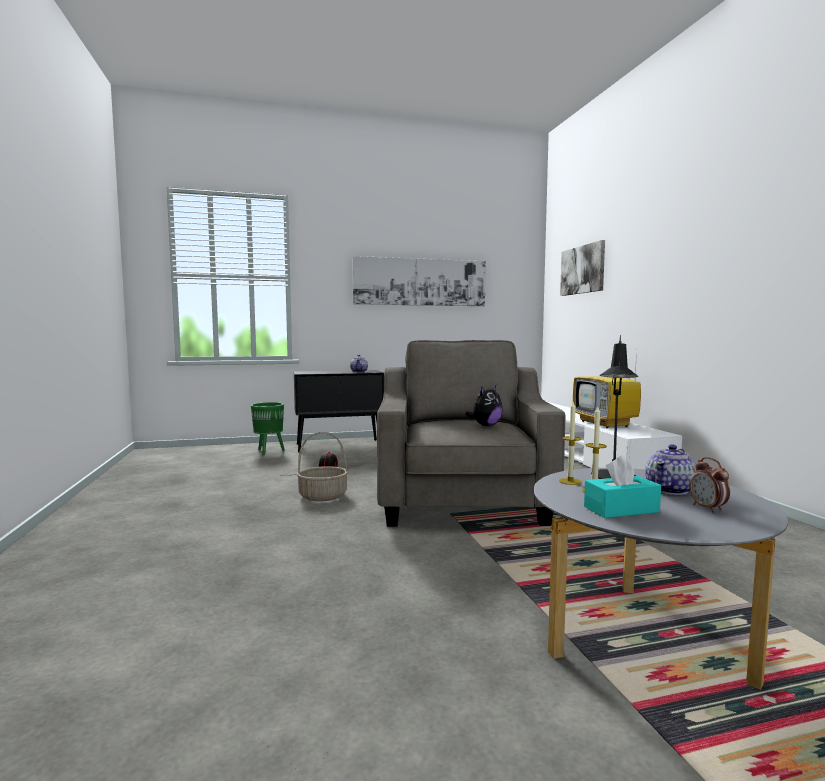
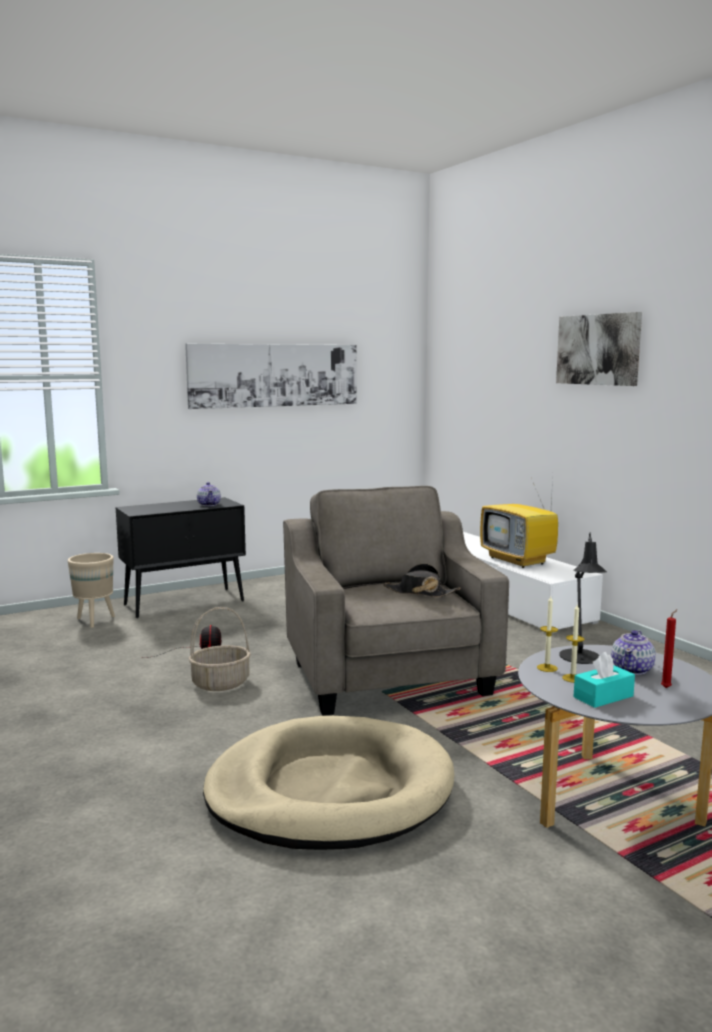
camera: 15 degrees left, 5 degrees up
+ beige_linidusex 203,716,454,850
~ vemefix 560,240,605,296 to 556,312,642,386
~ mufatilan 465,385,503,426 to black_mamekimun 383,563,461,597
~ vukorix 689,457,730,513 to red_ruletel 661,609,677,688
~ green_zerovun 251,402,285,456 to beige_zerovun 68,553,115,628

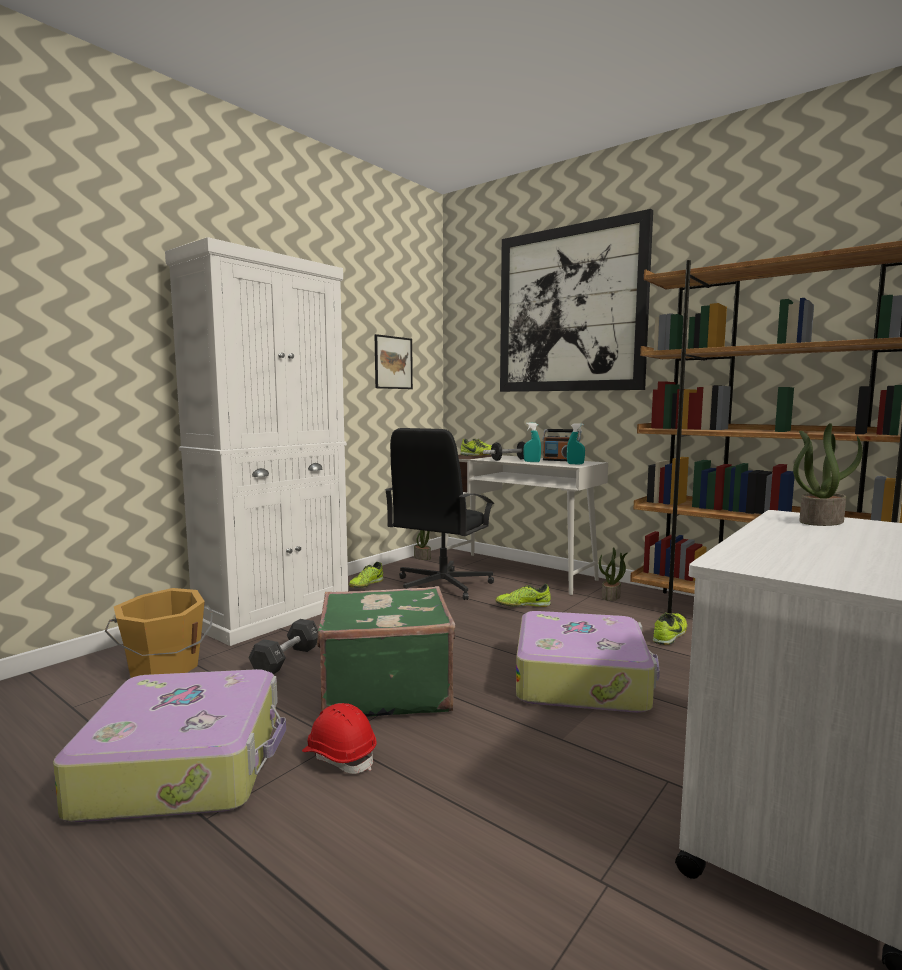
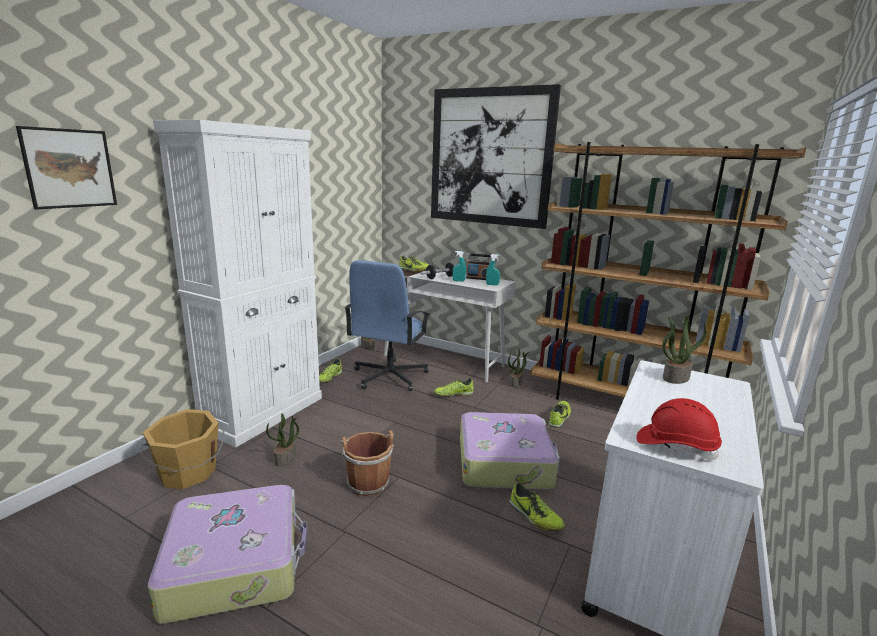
camera: 10 degrees left, 10 degrees up
+ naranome 510,482,565,532
~ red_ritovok 302,703,377,774 to 636,398,722,460
~ vemefix 375,334,413,389 to 16,126,117,210
~ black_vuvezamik 248,619,318,674 to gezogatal 266,413,299,466
~ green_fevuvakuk 317,586,455,717 to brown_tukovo 339,431,394,496
~ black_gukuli 385,428,495,600 to blue_gukuli 345,260,430,391

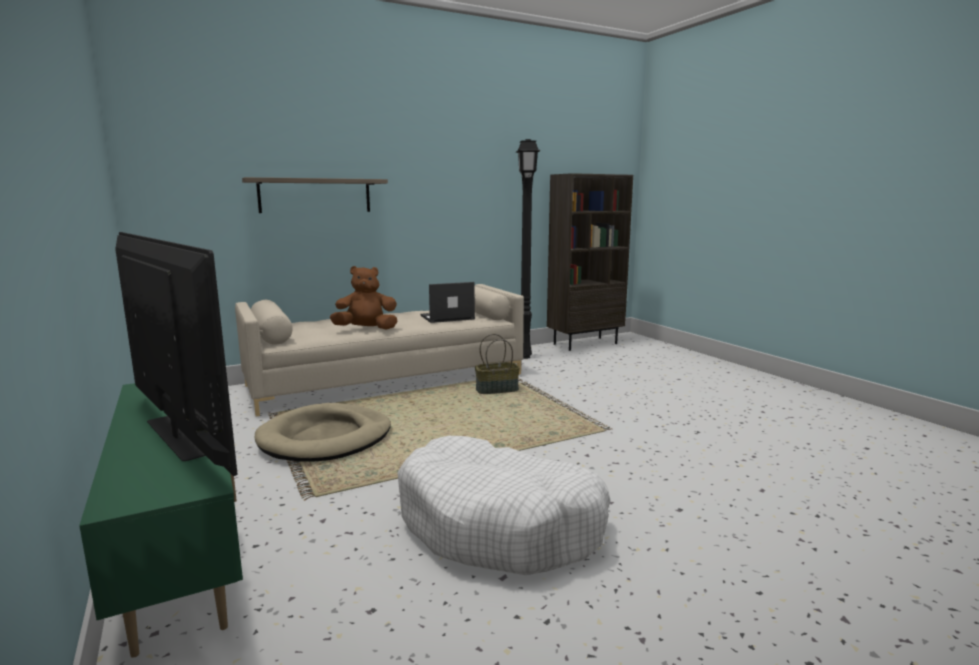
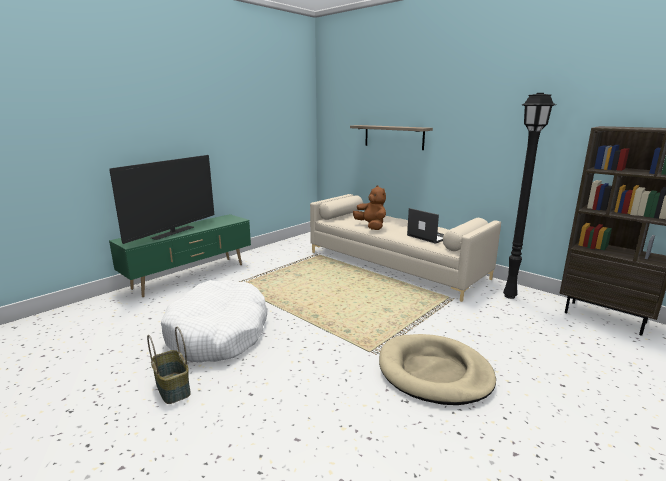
camera: 70 degrees right, 5 degrees up
~ beige_linidusex 255,403,391,462 to 379,334,496,405
~ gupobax 475,334,520,394 to 147,327,191,404

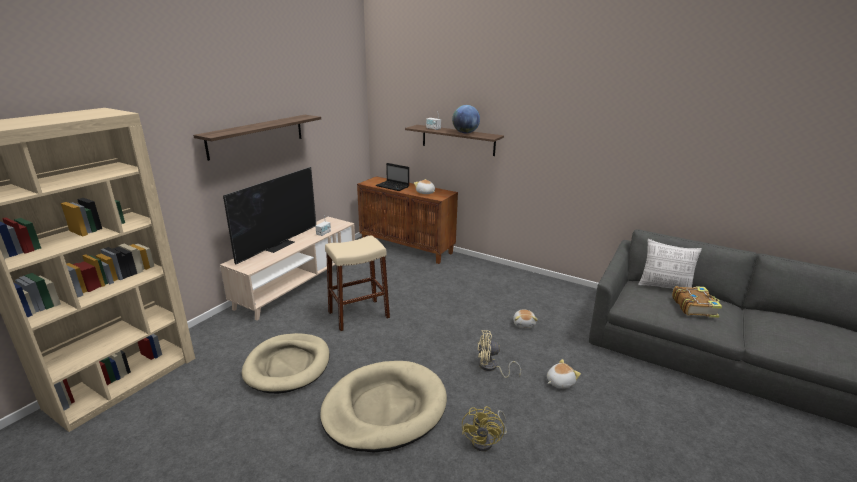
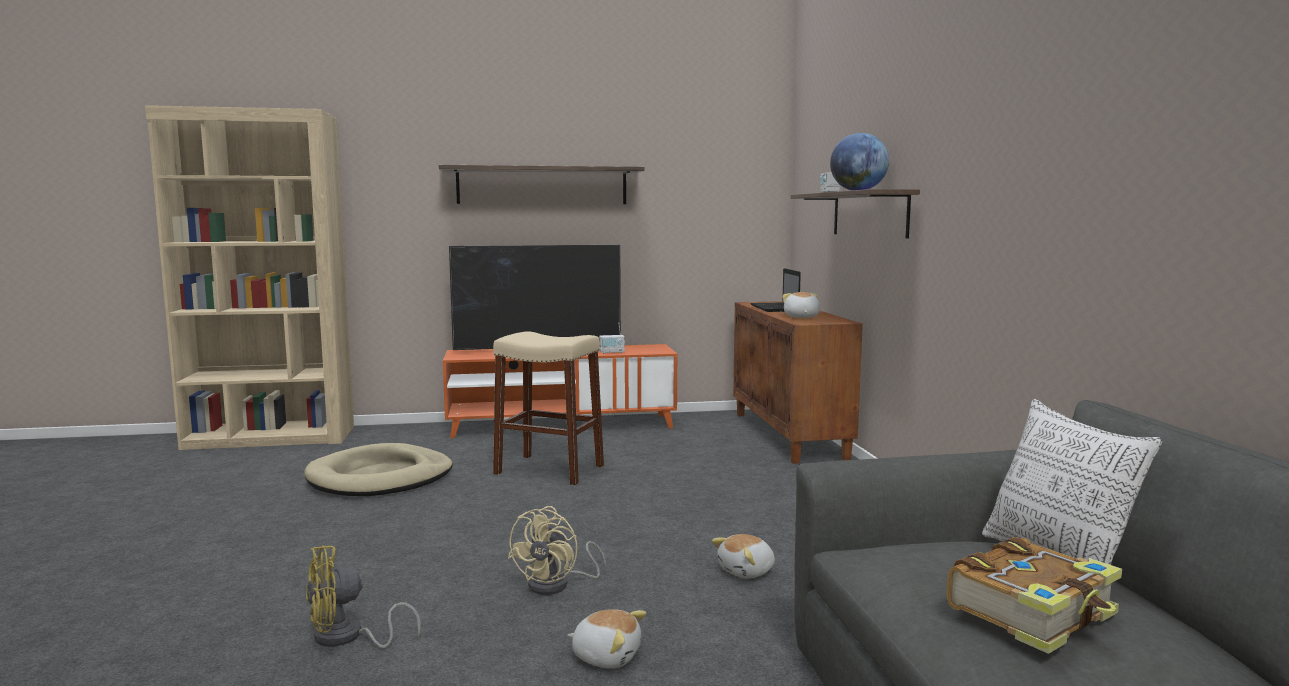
camera: 50 degrees right, 15 degrees down
- beige_linidusex 320,361,447,452
~ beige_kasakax 220,217,355,321 to orange_kasakax 443,344,677,438
~ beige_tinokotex 477,330,521,378 = 507,506,606,595 120 degrees counterclockwise

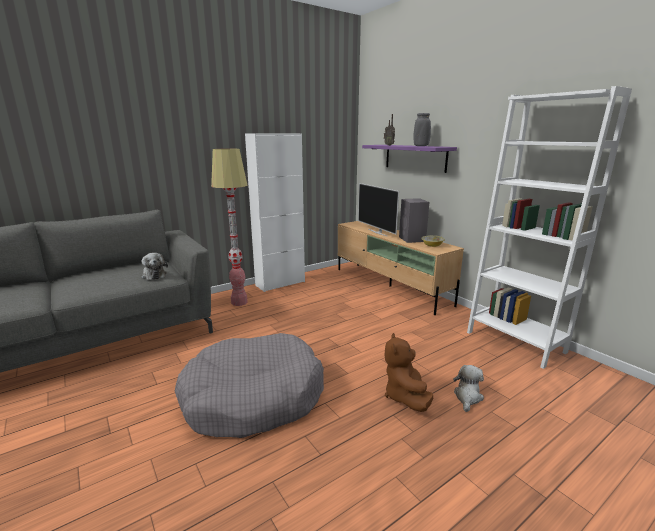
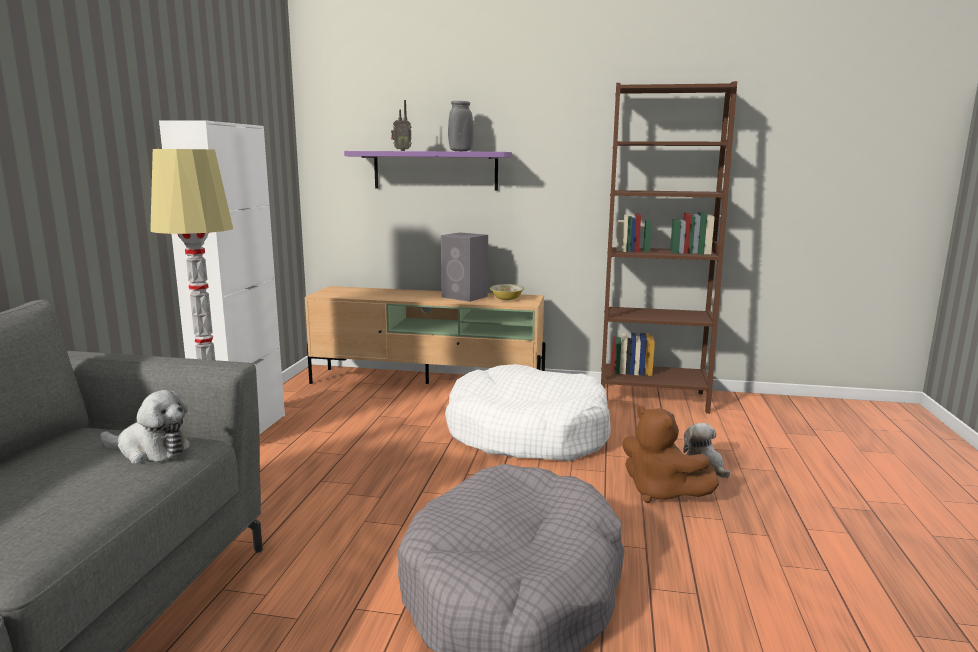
camera: 45 degrees left, 5 degrees down
- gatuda 358,183,399,237
+ white_linidusex 445,364,611,461
~ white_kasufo 467,86,632,369 to brown_kasufo 601,81,737,414

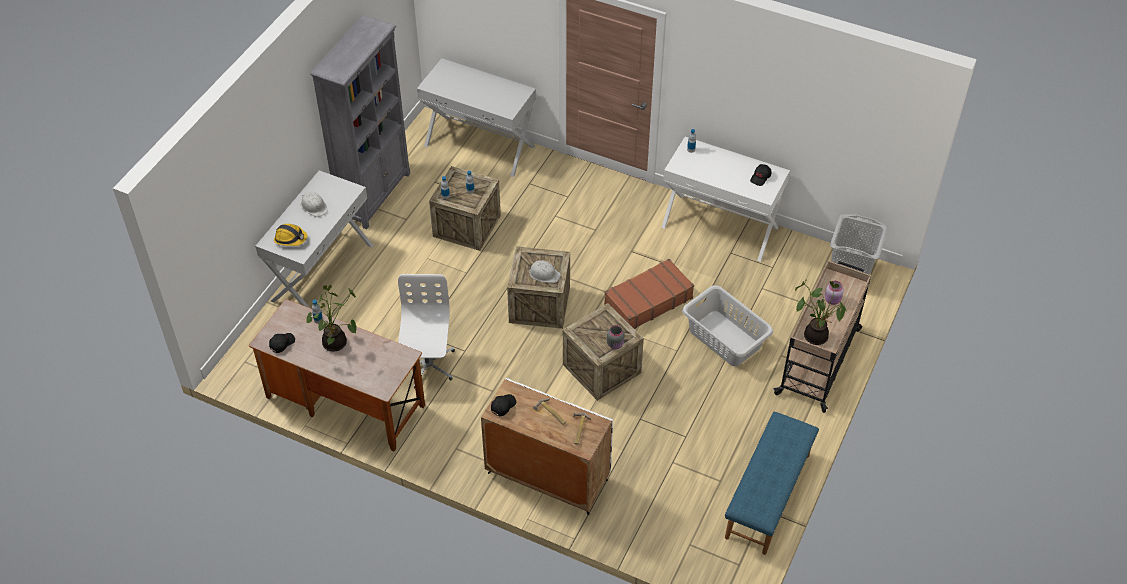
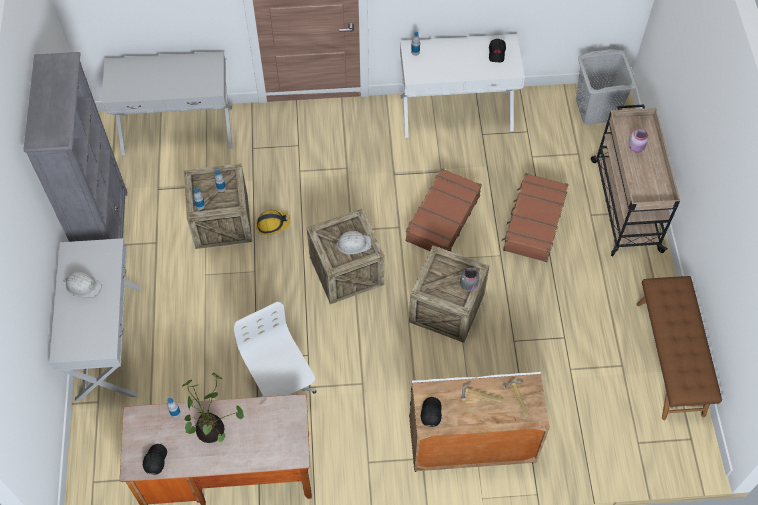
camera: 30 degrees left, 10 degrees up
- gezogatal 795,279,847,345
~ ritovok 274,224,308,246 to 256,210,290,235
~ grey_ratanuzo 682,285,773,366 to brown_fevuvakuk 502,173,569,262
~ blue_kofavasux 725,412,819,555 to brown_kofavasux 637,276,722,420

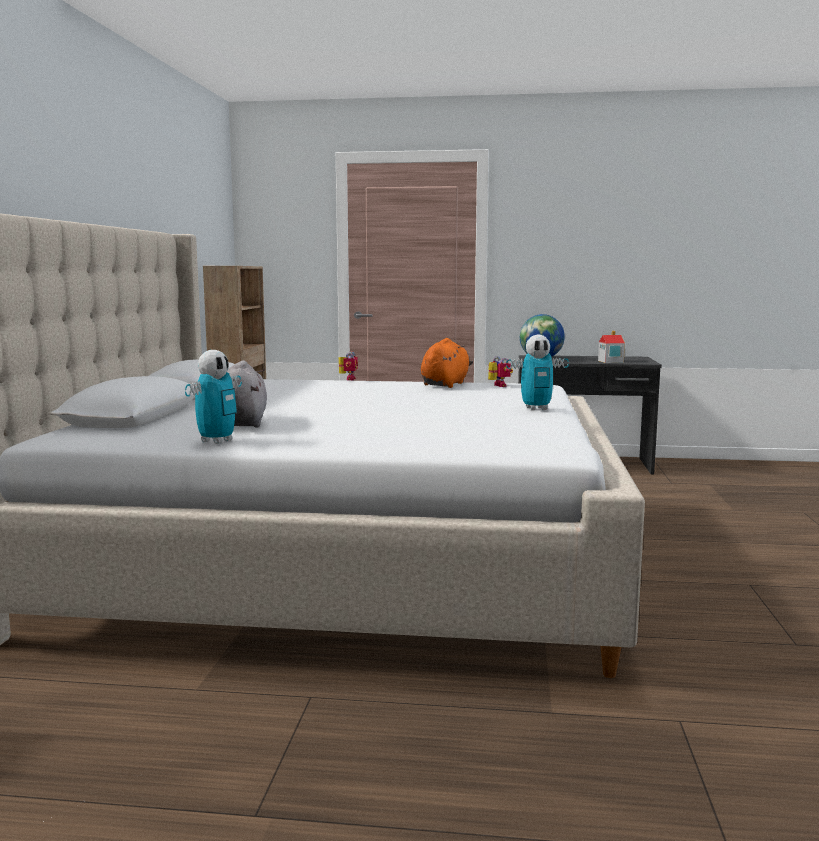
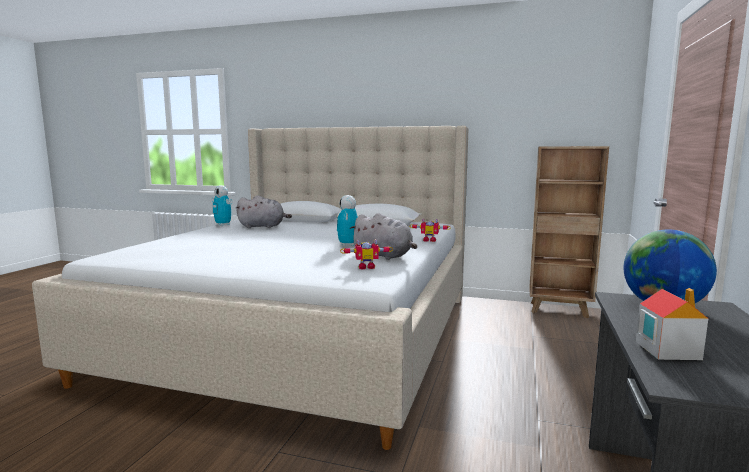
camera: 100 degrees right, 0 degrees up
~ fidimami 506,334,569,410 to 337,195,358,247
~ orange_mufatilan 421,338,473,388 to grey_mufatilan 350,213,417,260

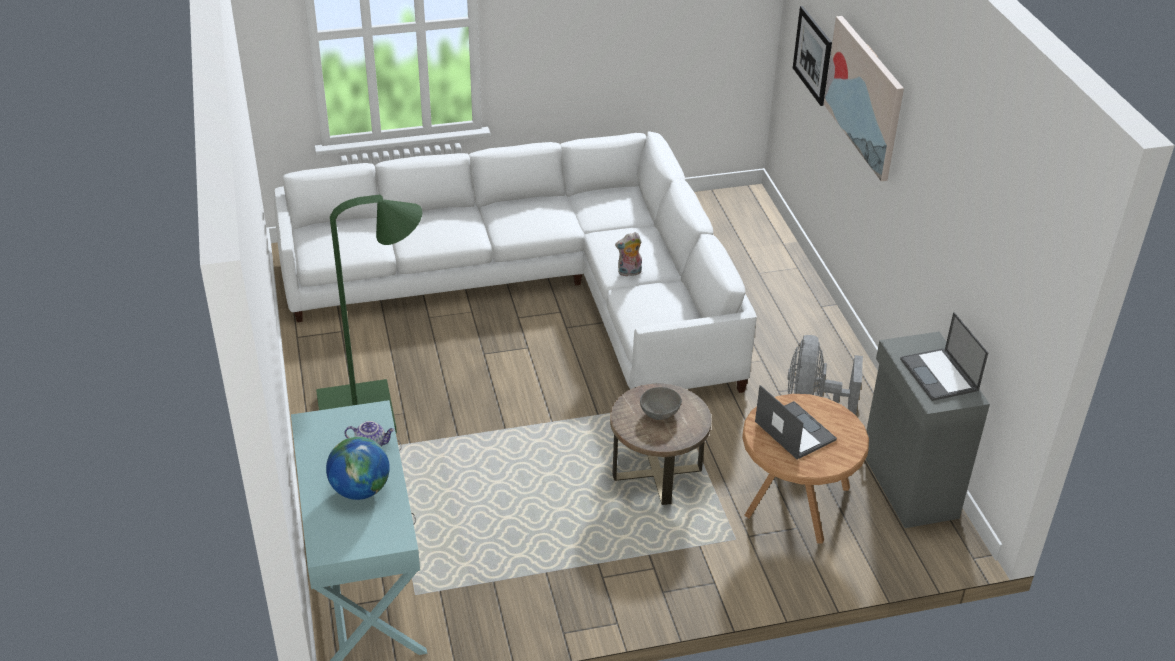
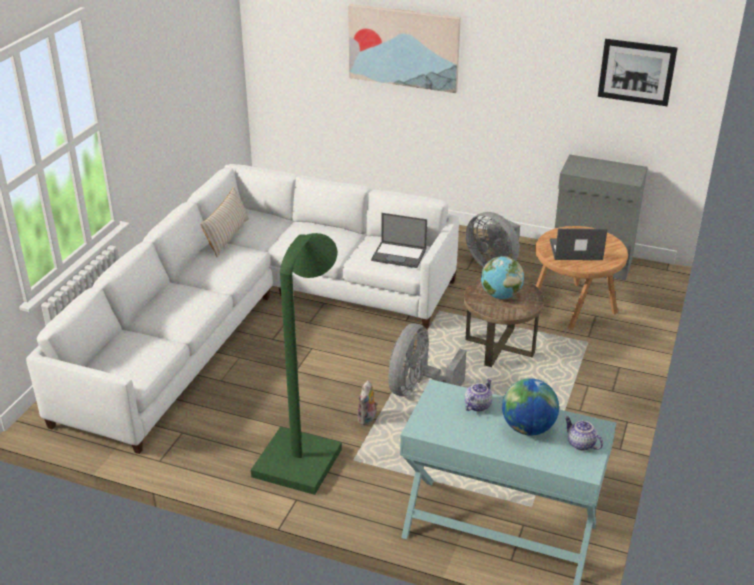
camera: 55 degrees left, 5 degrees down
+ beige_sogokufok 200,187,249,257
+ grey_tinokotex 388,323,466,397
+ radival 564,416,603,451
~ mufatilan 615,232,642,277 to 357,381,378,426
~ vemefix 793,6,832,106 to 598,39,678,106
~ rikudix 900,312,988,401 to 371,213,427,268
~ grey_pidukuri 640,387,682,420 to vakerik 481,256,524,299

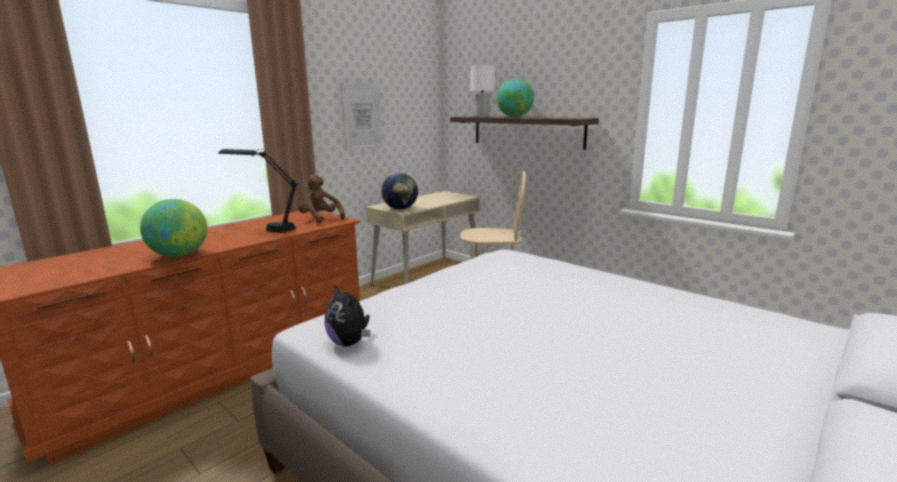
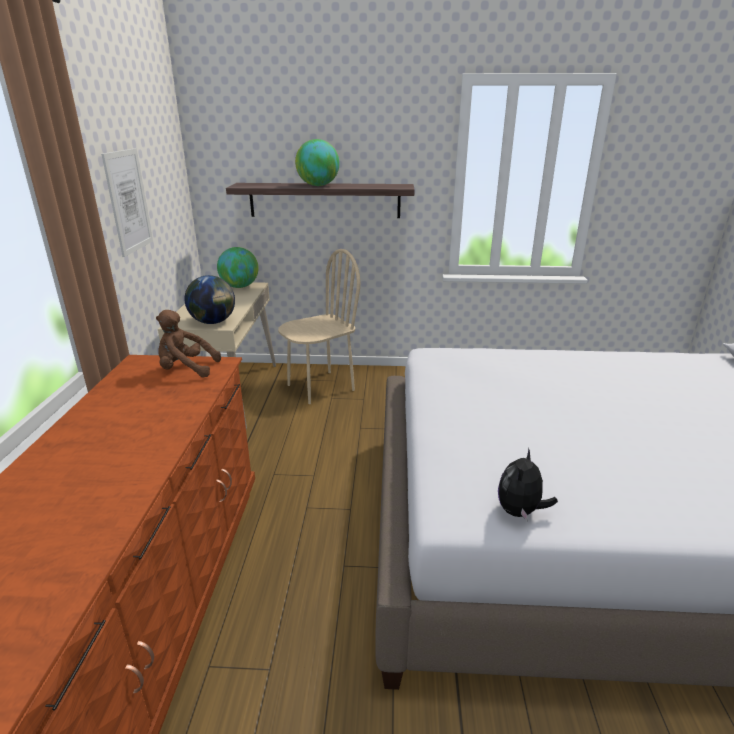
camera: 40 degrees left, 10 degrees up
- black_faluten 218,149,298,233
- white_faluten 471,65,495,117
~ vakerik 140,199,207,257 to 217,247,259,288
~ mufatilan 324,285,371,347 = 498,447,558,521 105 degrees clockwise

